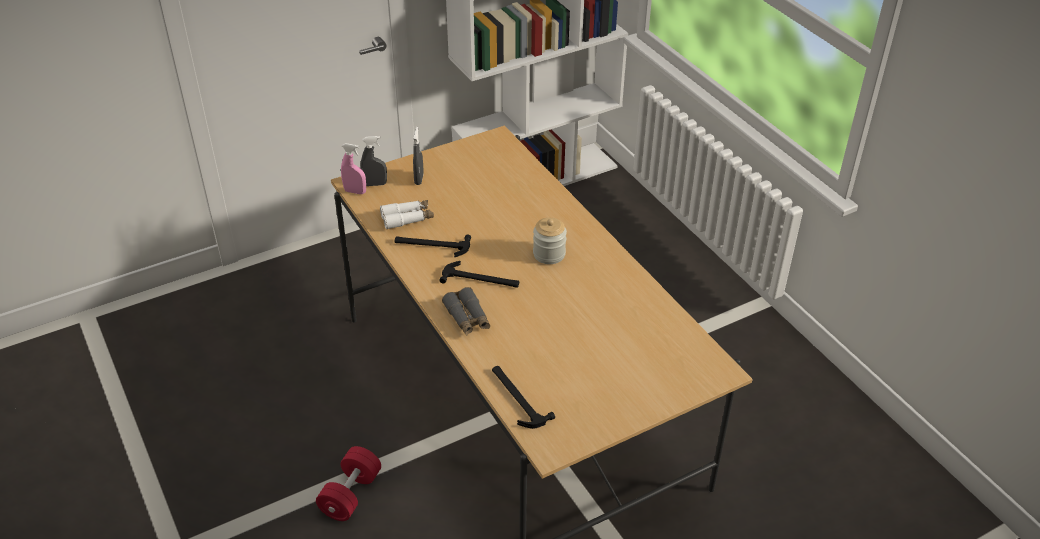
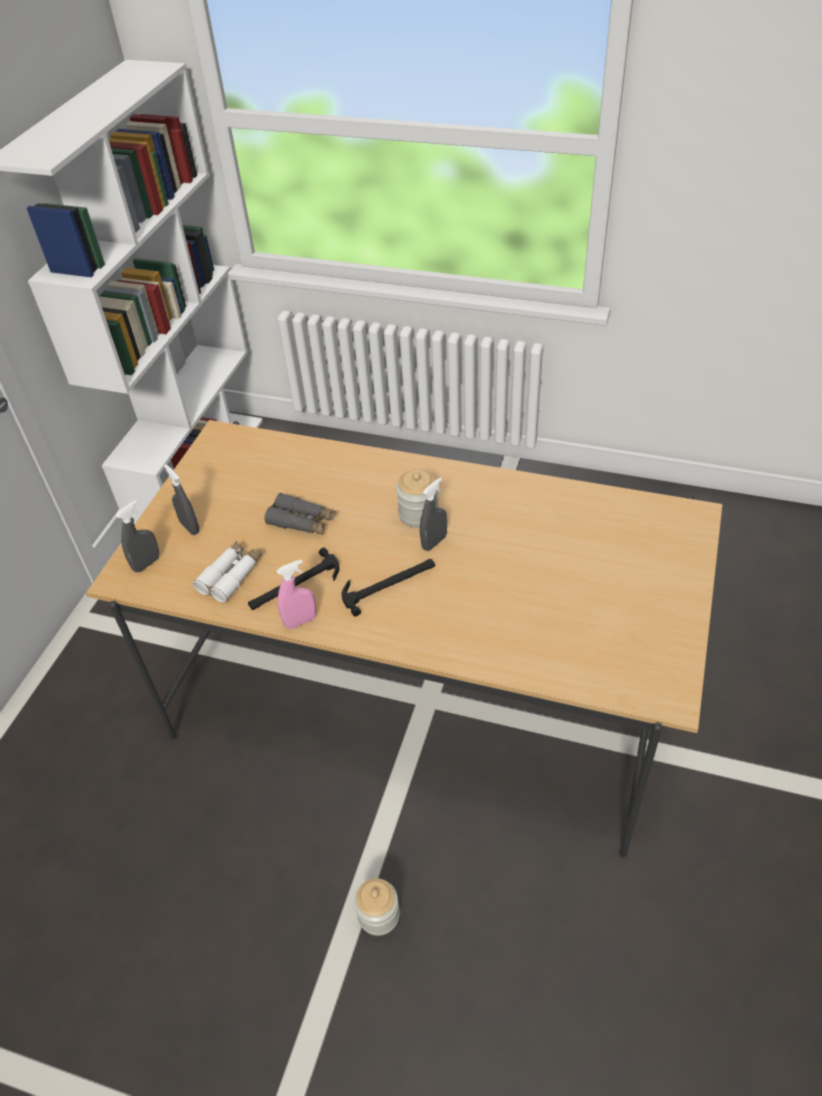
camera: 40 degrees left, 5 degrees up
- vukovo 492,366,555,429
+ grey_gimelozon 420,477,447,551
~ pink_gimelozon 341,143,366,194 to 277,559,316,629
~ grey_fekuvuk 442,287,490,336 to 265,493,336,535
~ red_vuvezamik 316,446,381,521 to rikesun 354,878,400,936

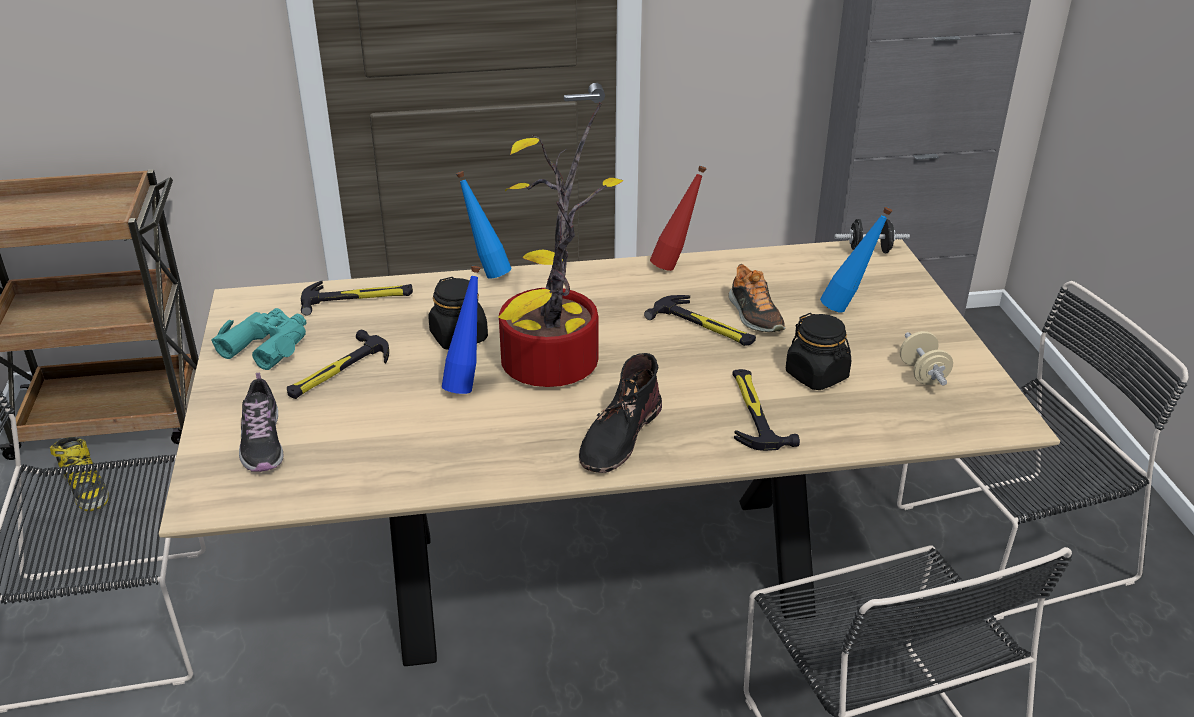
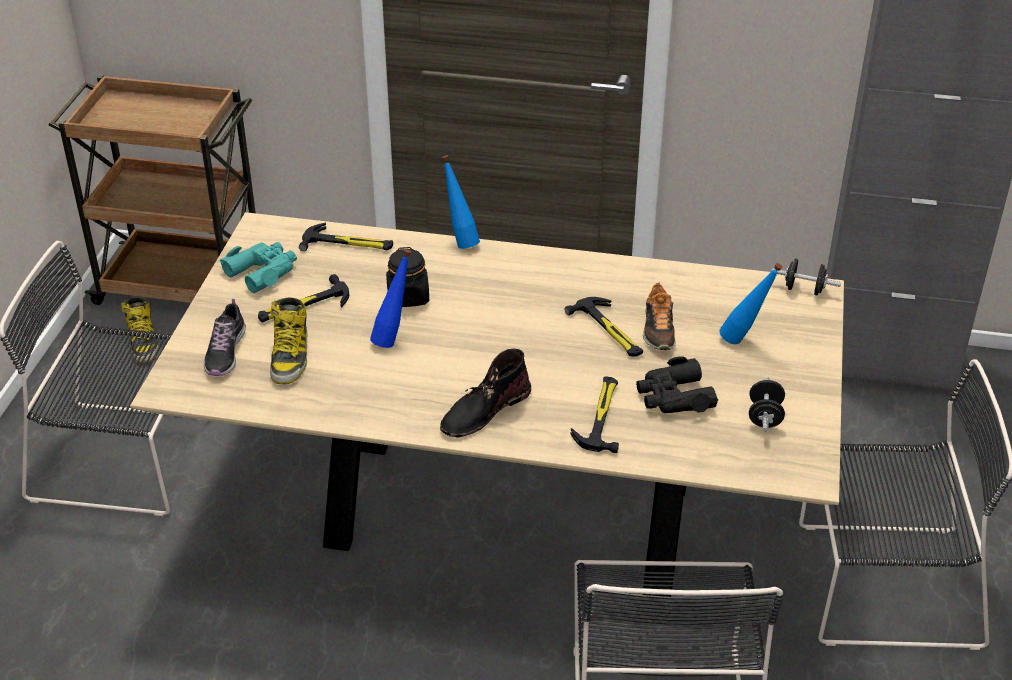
camera: 20 degrees right, 5 degrees up
- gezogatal 498,103,623,387
- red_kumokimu 650,166,706,271
+ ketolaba 270,298,307,384
~ black_rikesun 786,313,851,390 to black_fekuvuk 636,357,718,413
~ beige_vuvezamik 900,331,953,386 to black_vuvezamik 749,377,785,431

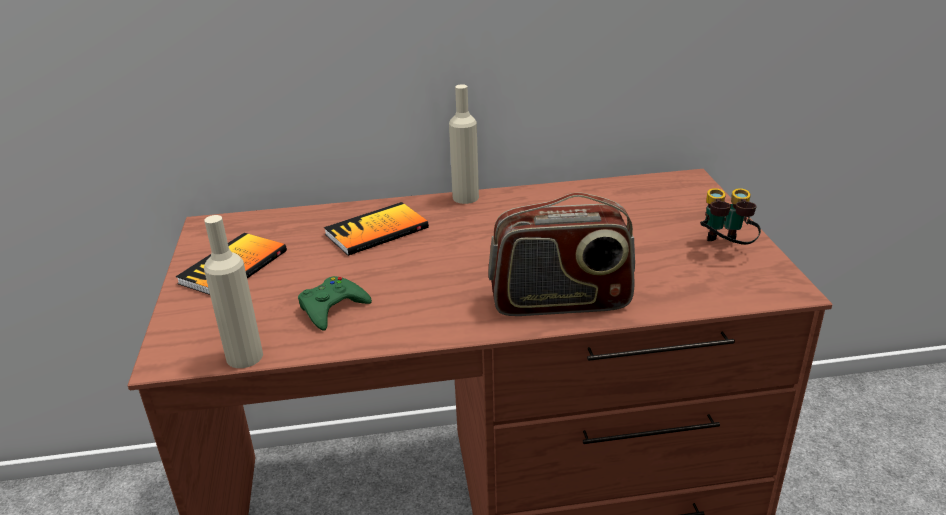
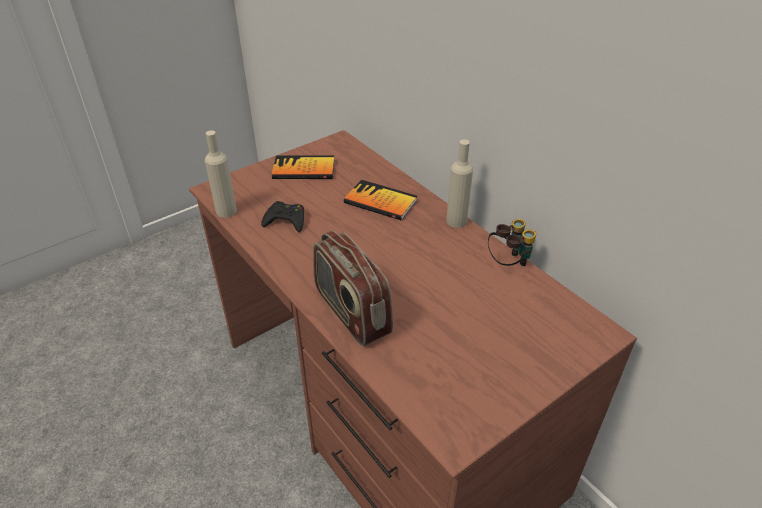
camera: 60 degrees right, 10 degrees up
~ fekuvuk 700,188,761,245 to 488,219,536,266
~ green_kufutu 298,276,372,331 to black_kufutu 261,201,304,232

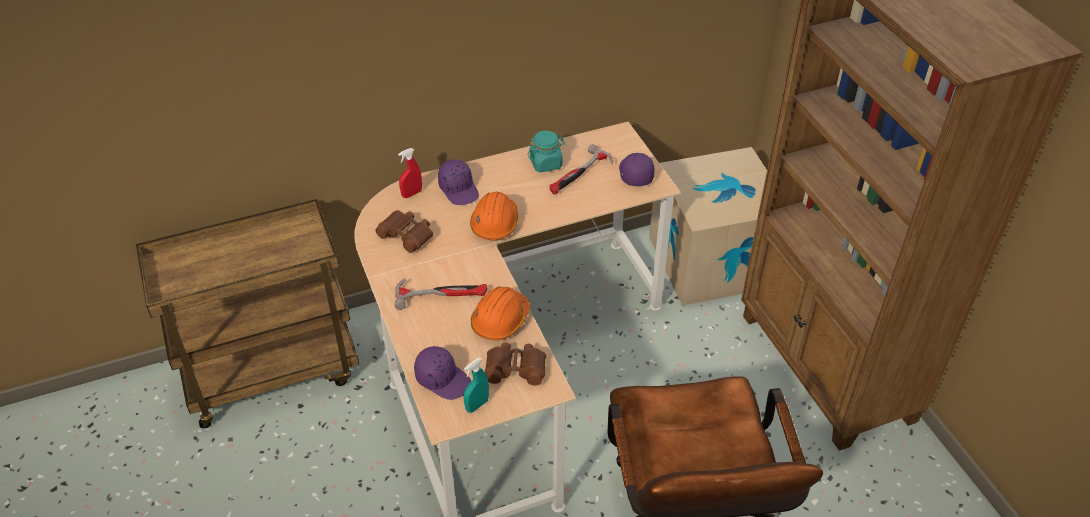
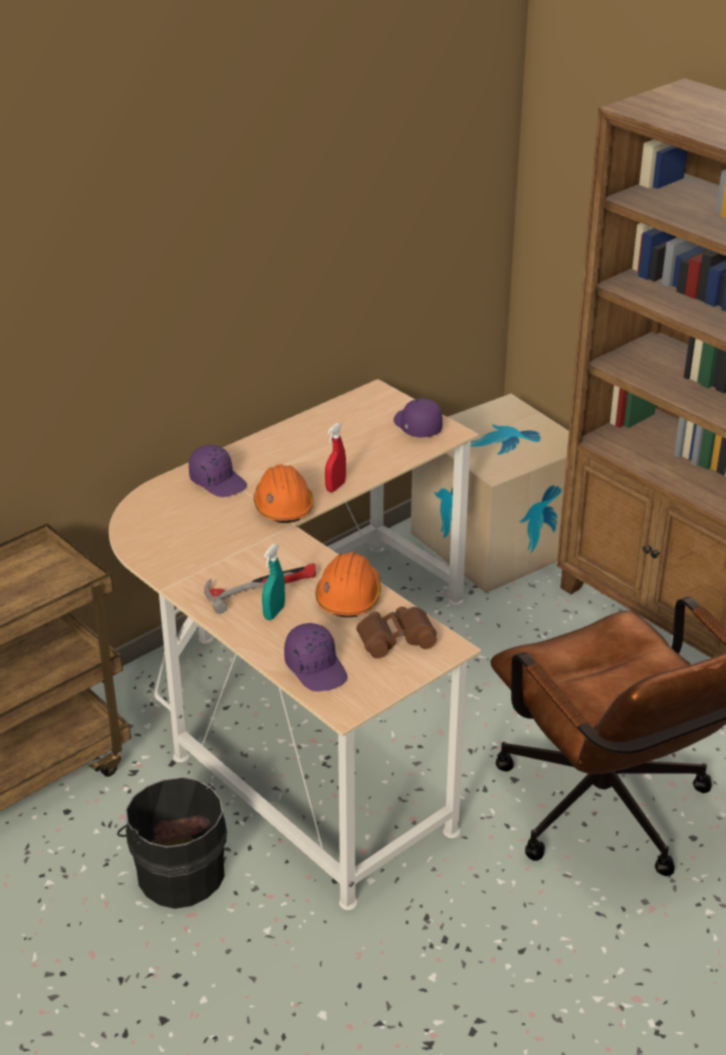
camera: 20 degrees left, 10 degrees down
- brown_fekuvuk 376,210,433,253
- turquoise_rikesun 528,131,565,172
- vukovo 549,144,613,195
+ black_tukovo 117,777,227,909
~ red_gimelozon 398,148,422,198 to 325,423,346,492
~ turquoise_gimelozon 464,358,489,413 to 262,544,285,620
~ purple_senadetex 414,346,471,400 = 284,623,348,692 45 degrees clockwise

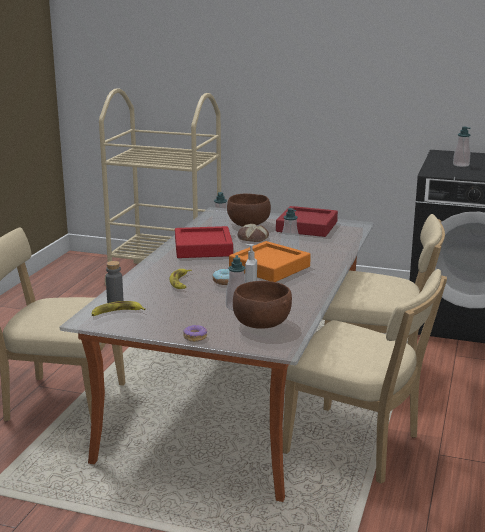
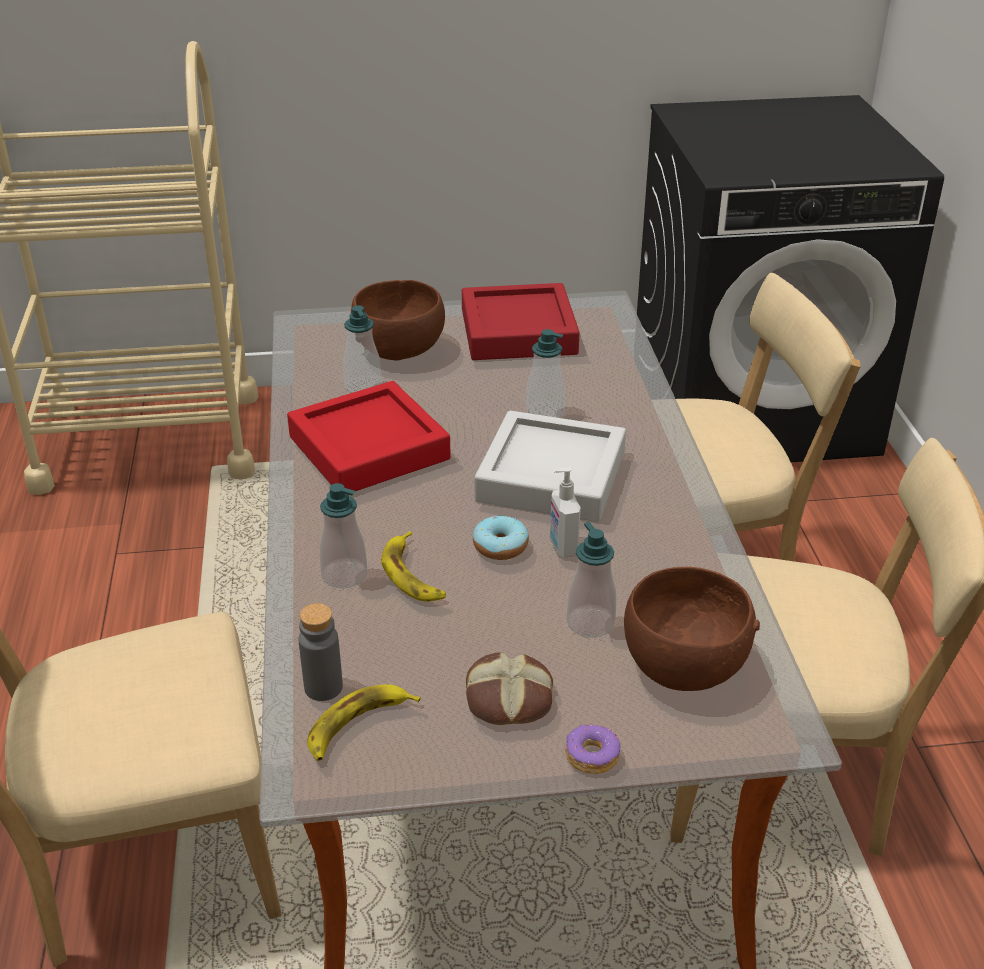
camera: 25 degrees left, 15 degrees up
~ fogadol 238,224,269,242 to 466,652,553,725
~ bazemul 453,127,471,167 to 320,483,368,589
~ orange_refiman 229,241,311,282 to grey_refiman 474,411,626,522

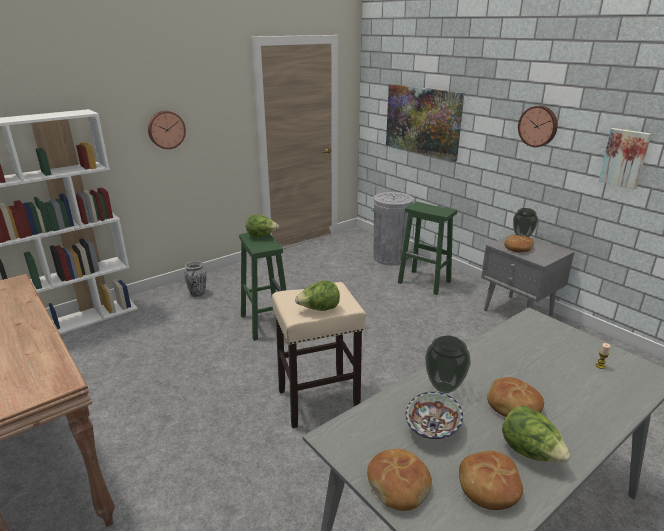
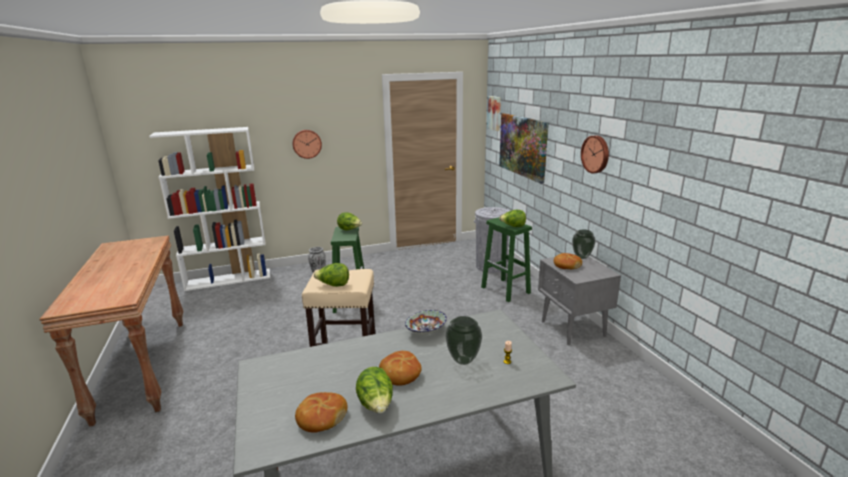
camera: 20 degrees right, 5 degrees down
- fogadol 367,449,432,511
+ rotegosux 499,210,526,227
~ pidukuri 406,392,463,439 to 405,310,447,335
~ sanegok 425,336,471,393 to 445,316,482,365
~ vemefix 598,128,651,189 to 487,96,501,131

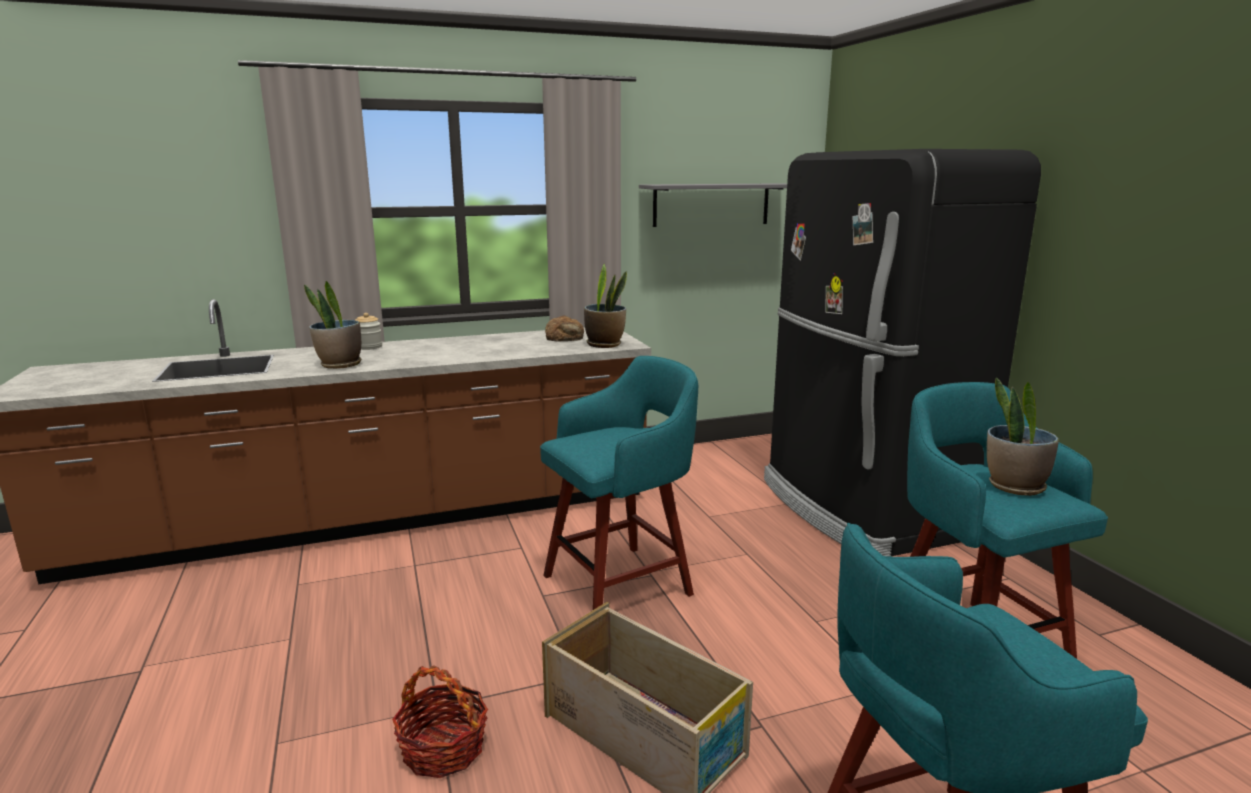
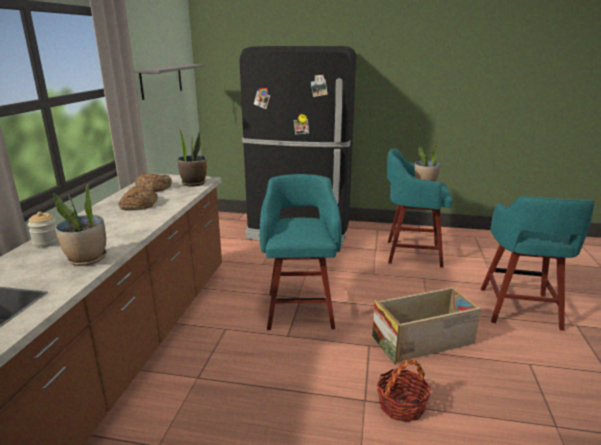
camera: 60 degrees left, 5 degrees up
+ fogadol 119,186,158,211

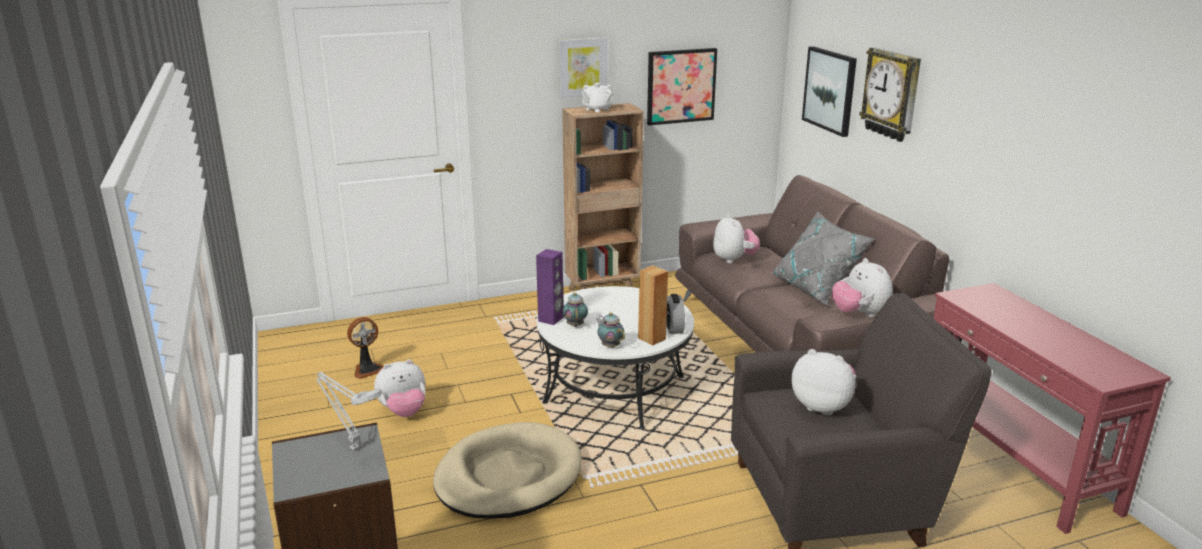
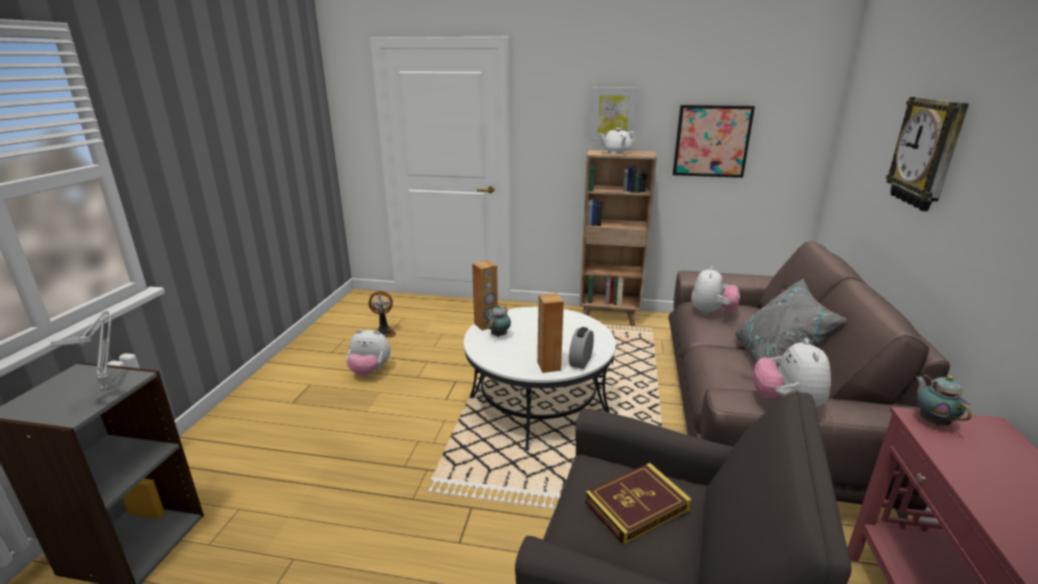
camera: 30 degrees right, 0 degrees up
- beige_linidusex 433,422,582,519
- vemefix 802,46,857,137
~ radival 596,312,625,348 to 915,374,972,426
~ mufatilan 792,349,857,416 to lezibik 585,463,692,545
~ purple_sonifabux 536,249,564,325 to brown_sonifabux 472,260,498,331

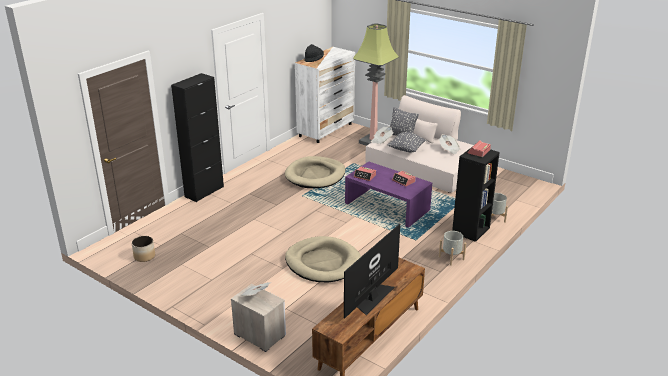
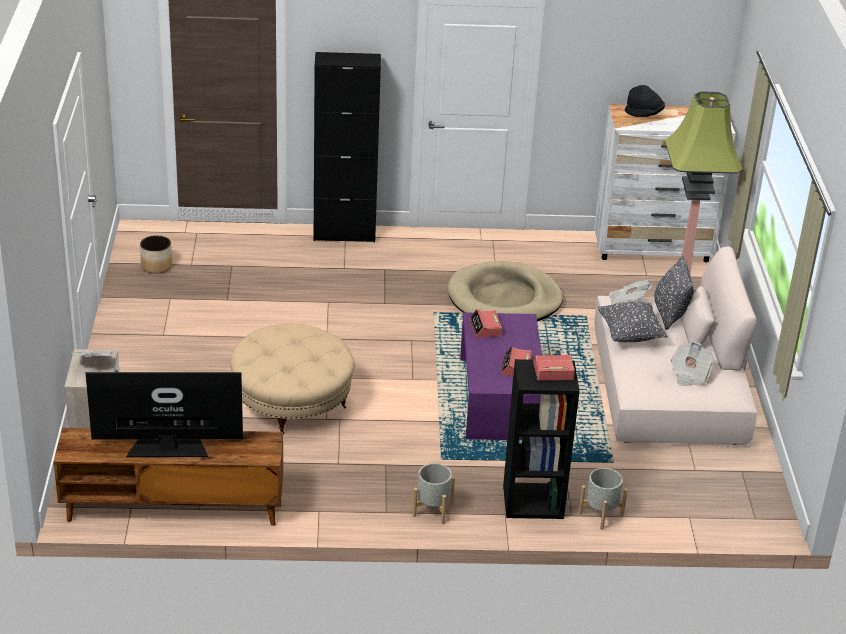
camera: 50 degrees right, 5 degrees up
~ beige_linidusex 285,236,361,282 to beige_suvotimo 230,324,355,434

